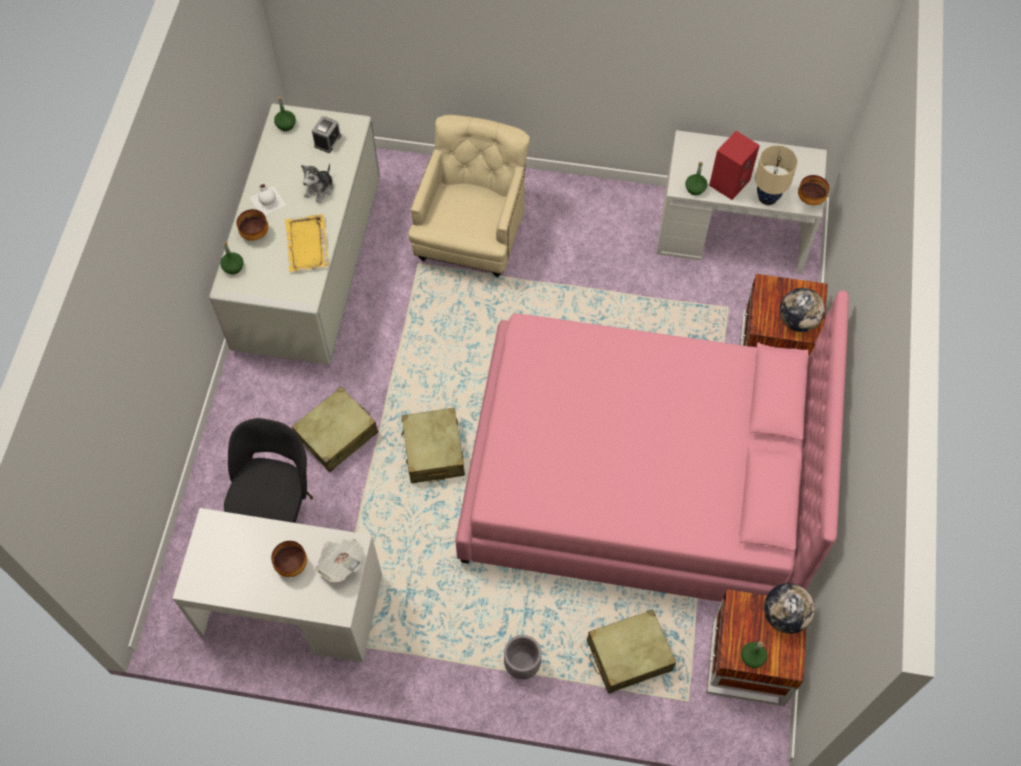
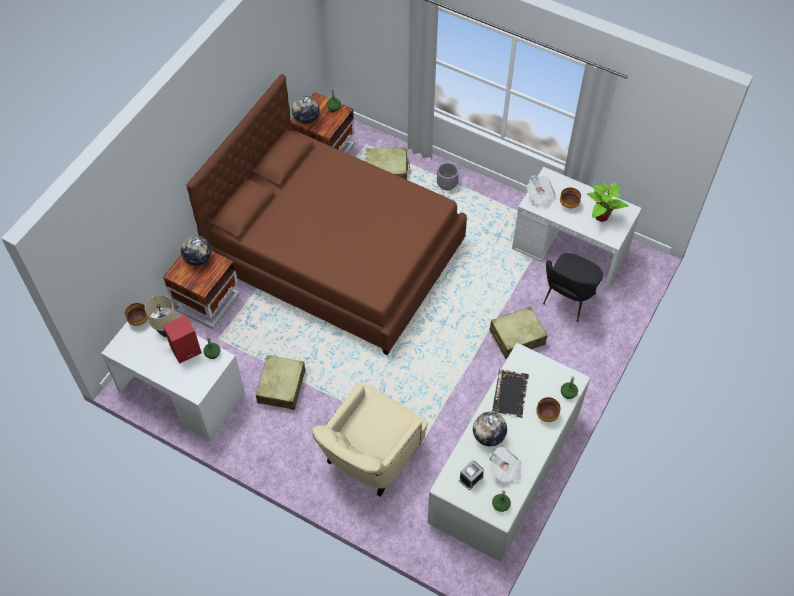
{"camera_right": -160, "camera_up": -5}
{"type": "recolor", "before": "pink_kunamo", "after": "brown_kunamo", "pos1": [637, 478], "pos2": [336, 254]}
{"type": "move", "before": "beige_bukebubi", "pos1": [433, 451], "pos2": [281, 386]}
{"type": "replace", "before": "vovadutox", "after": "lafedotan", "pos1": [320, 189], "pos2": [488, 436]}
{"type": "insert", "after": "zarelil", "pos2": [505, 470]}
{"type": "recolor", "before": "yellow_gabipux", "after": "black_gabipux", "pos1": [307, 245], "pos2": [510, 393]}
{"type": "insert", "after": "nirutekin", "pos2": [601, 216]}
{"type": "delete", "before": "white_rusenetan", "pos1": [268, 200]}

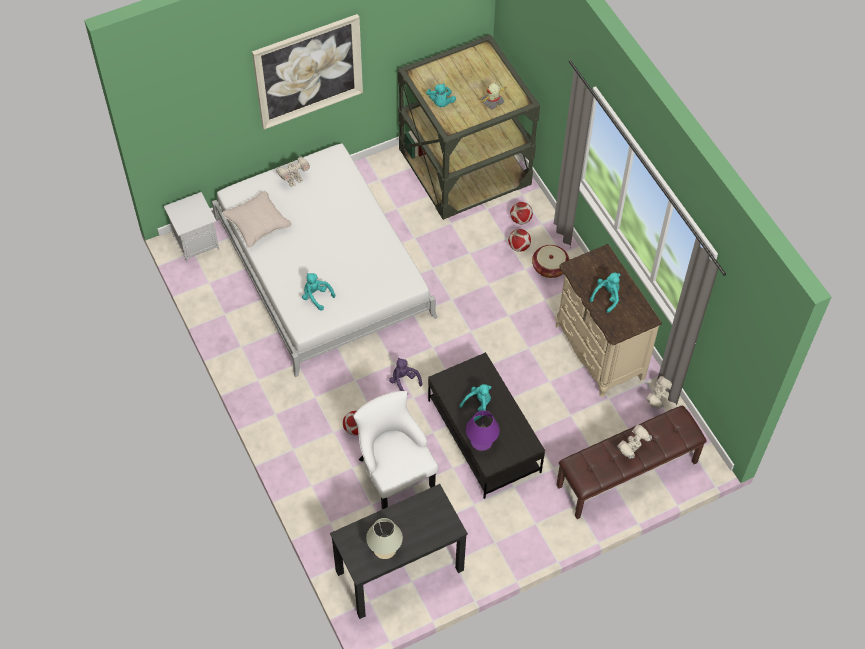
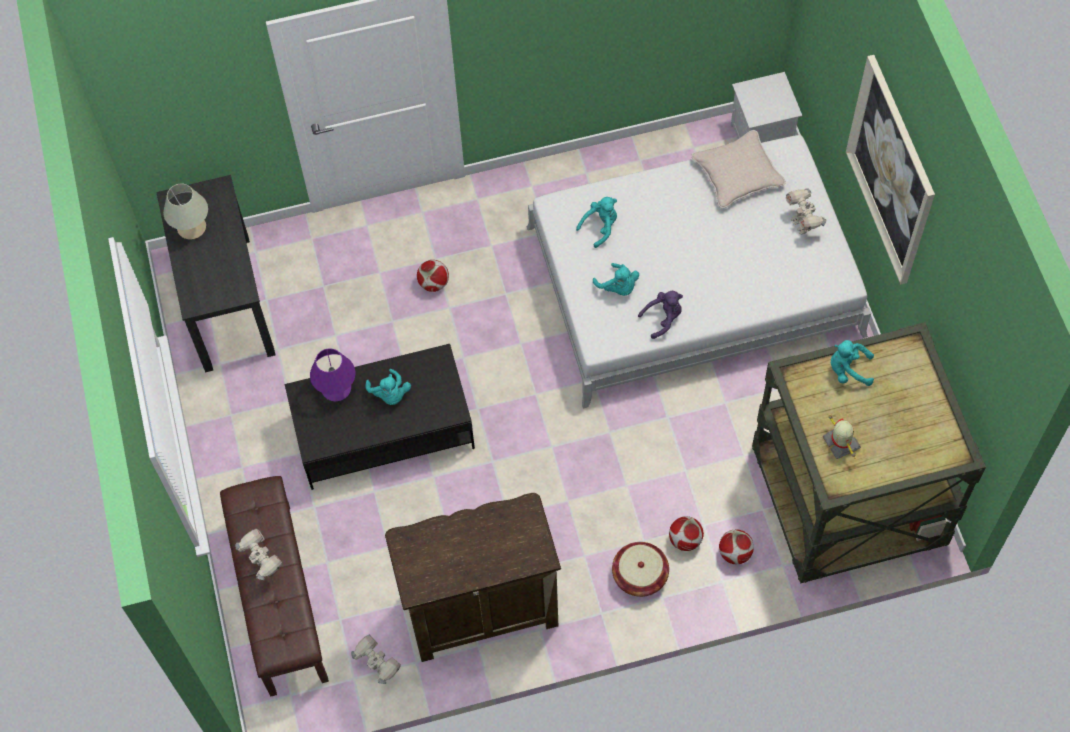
{"camera_right": 105, "camera_up": 5}
{"type": "move", "before": "turquoise_vovadutox", "pos1": [607, 297], "pos2": [618, 287]}
{"type": "move", "before": "purple_vovadutox", "pos1": [404, 381], "pos2": [663, 318]}
{"type": "delete", "before": "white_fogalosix", "pos1": [395, 475]}

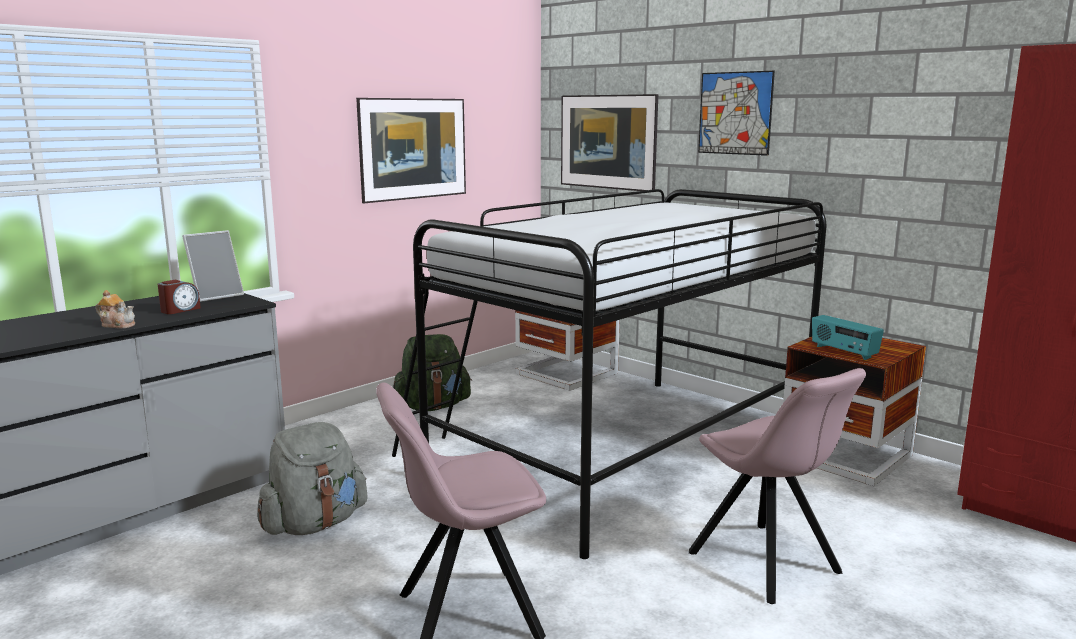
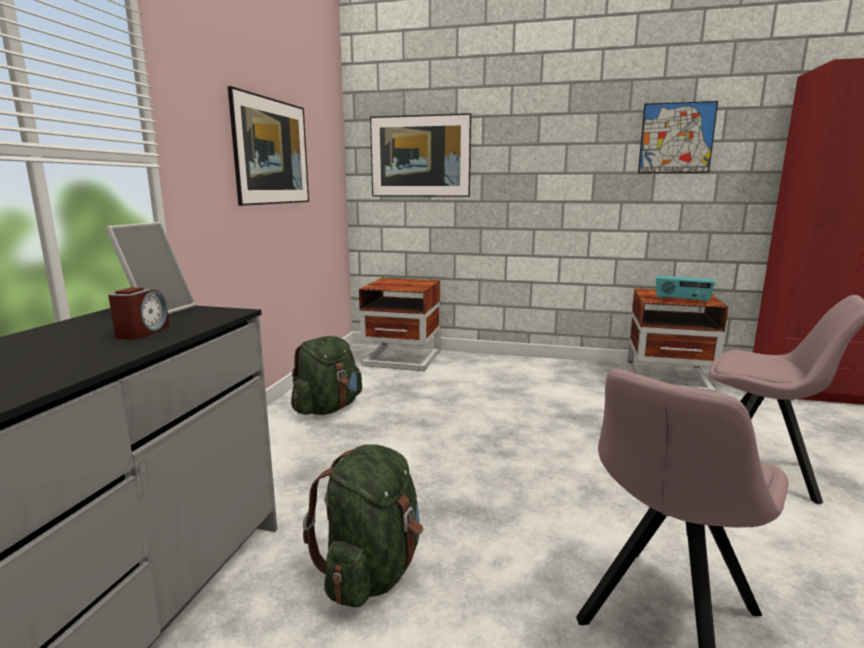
{"camera_right": -30, "camera_up": 0}
{"type": "recolor", "before": "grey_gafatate", "after": "green_gafatate", "pos1": [315, 524], "pos2": [372, 571]}
{"type": "move", "before": "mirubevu", "pos1": [735, 113], "pos2": [676, 138]}
{"type": "delete", "before": "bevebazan", "pos1": [118, 325]}
{"type": "delete", "before": "black_kunamo", "pos1": [623, 451]}

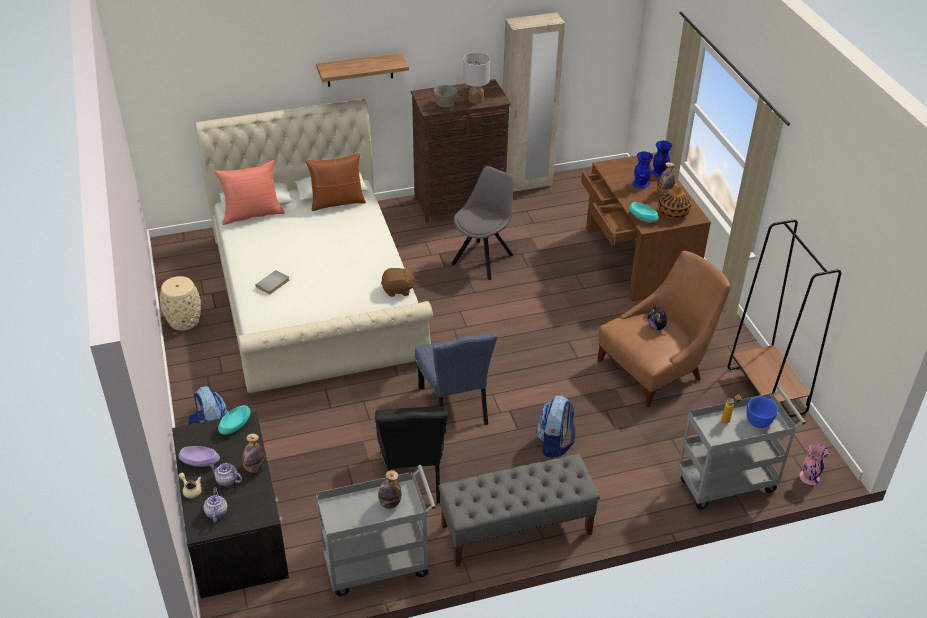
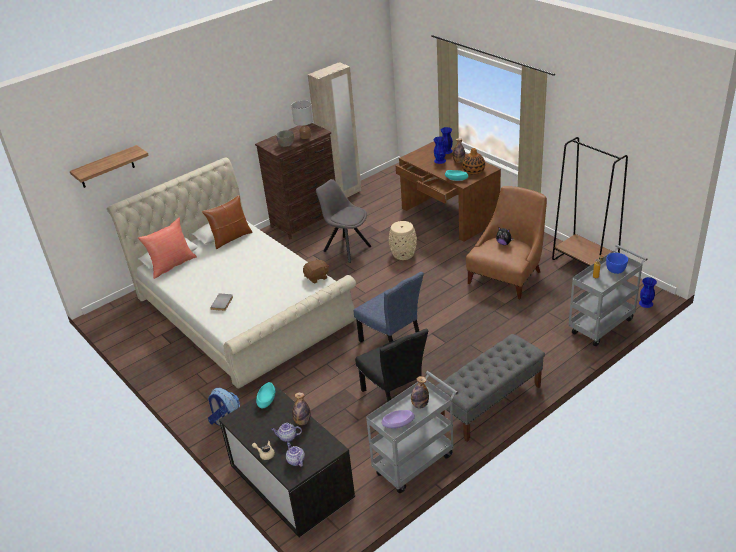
{"camera_right": -20, "camera_up": -5}
{"type": "move", "before": "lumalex", "pos1": [360, 70], "pos2": [106, 167]}
{"type": "rotate", "before": "grey_fogalosix", "pos1": [483, 259], "pos2": [346, 249], "turn": -60}
{"type": "move", "before": "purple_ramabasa", "pos1": [200, 462], "pos2": [398, 424]}
{"type": "move", "before": "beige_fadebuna", "pos1": [184, 321], "pos2": [403, 254]}
{"type": "recolor", "before": "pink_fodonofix", "after": "blue_fodonofix", "pos1": [809, 477], "pos2": [646, 303]}
{"type": "delete", "before": "gafatate", "pos1": [555, 443]}

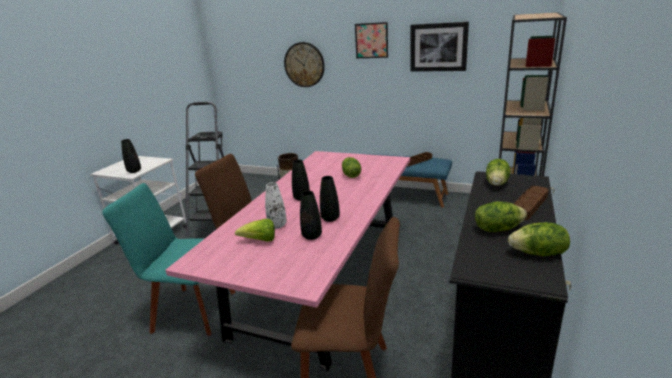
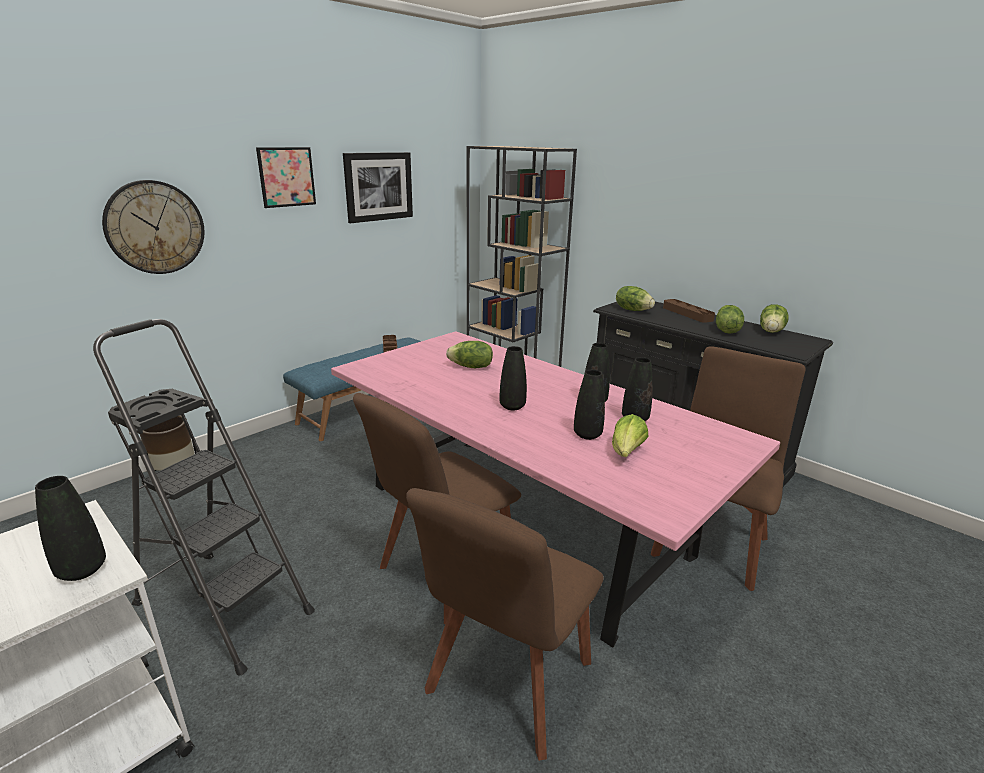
{"camera_right": -70, "camera_up": 0}
{"type": "recolor", "before": "turquoise_fogalosix", "after": "brown_fogalosix", "pos1": [190, 310], "pos2": [506, 684]}
{"type": "recolor", "before": "white_fodonofix", "after": "black_fodonofix", "pos1": [277, 225], "pos2": [587, 435]}

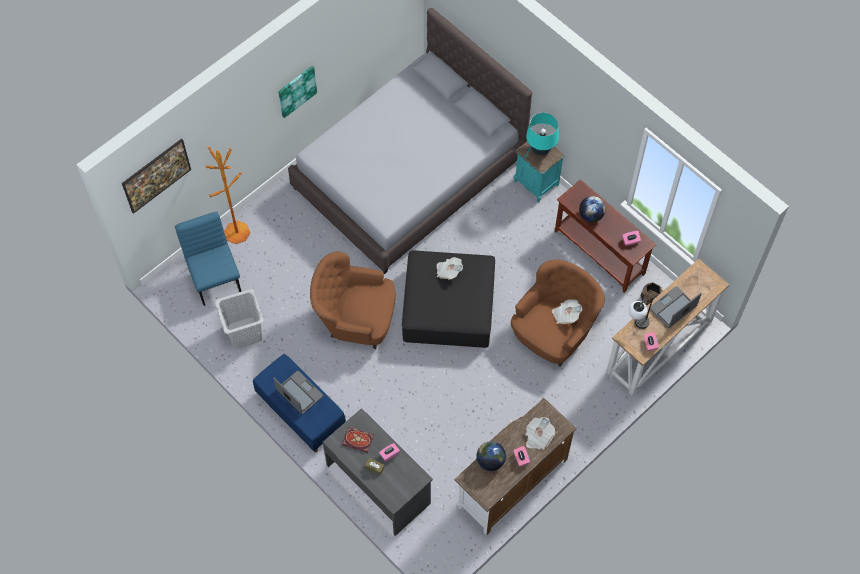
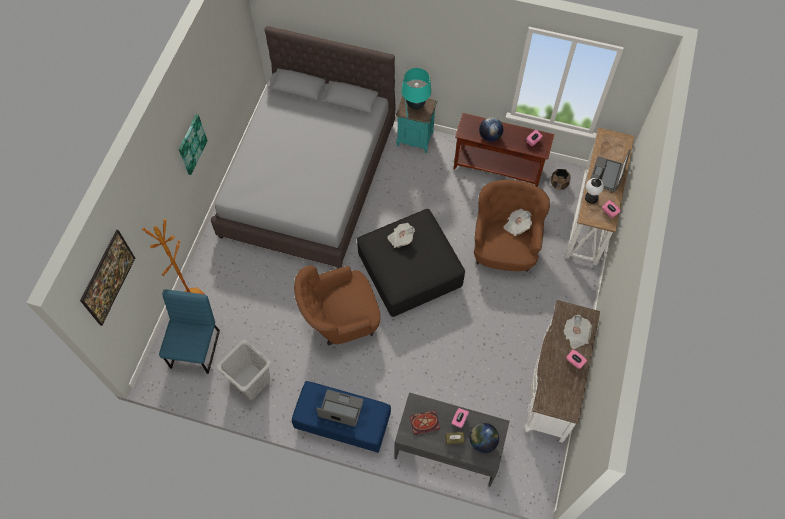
{"camera_right": -30, "camera_up": 0}
{"type": "rotate", "before": "blue_fogalosix", "pos1": [215, 277], "pos2": [196, 347], "turn": 60}
{"type": "move", "before": "lafedotan", "pos1": [490, 461], "pos2": [482, 441]}

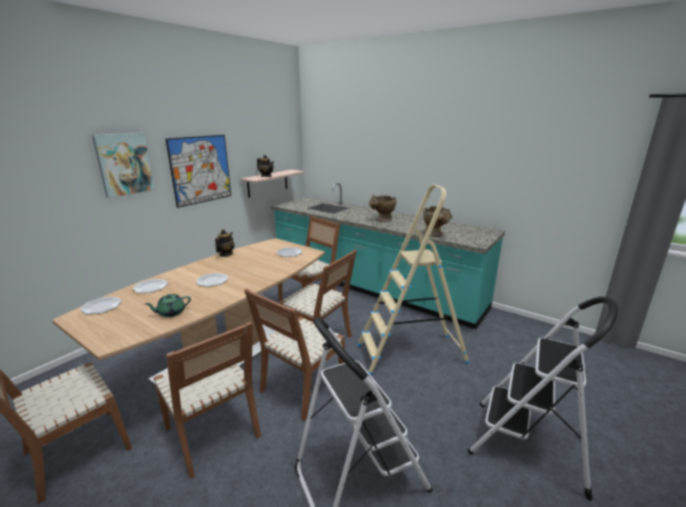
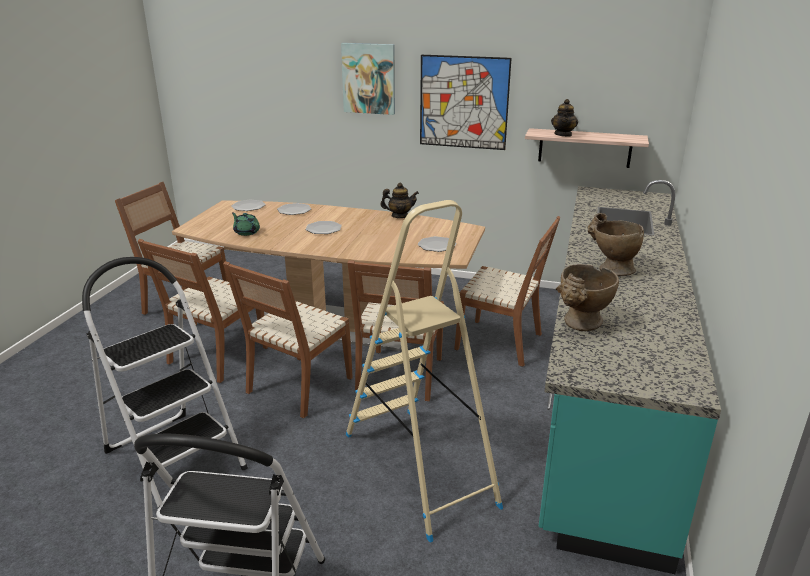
{"camera_right": 70, "camera_up": 5}
{"type": "rotate", "before": "fogalosix", "pos1": [300, 389], "pos2": [297, 388], "turn": -75}

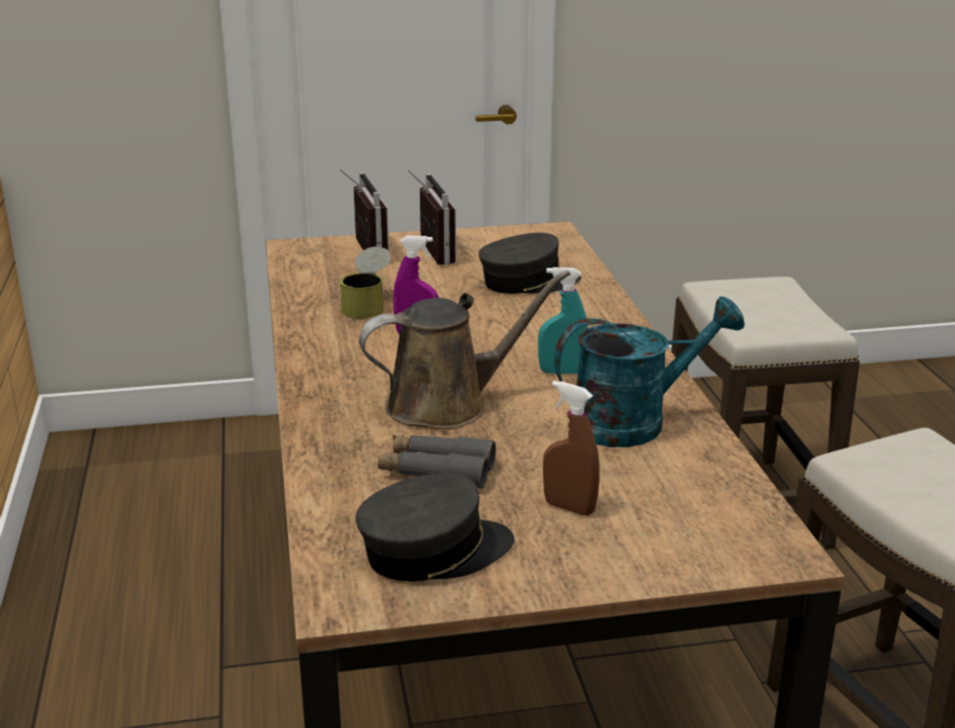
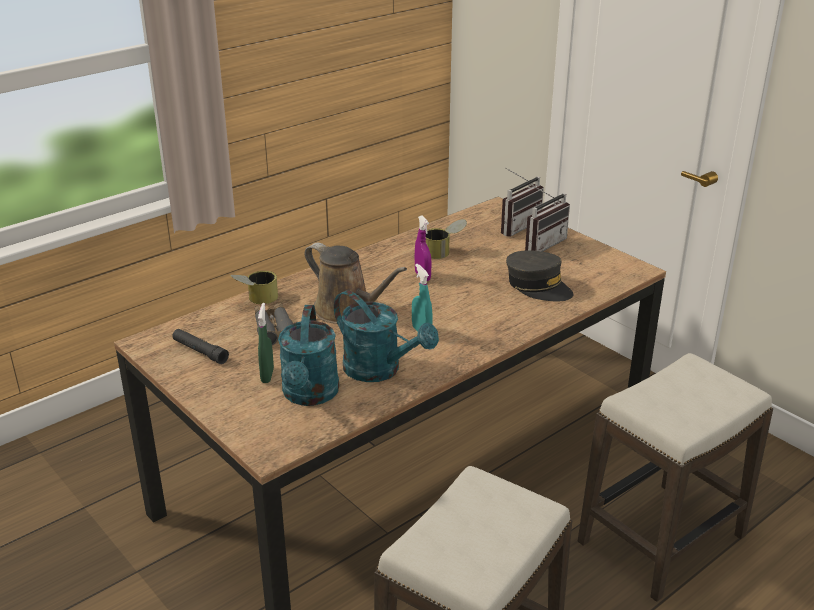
{"camera_right": 60, "camera_up": 5}
{"type": "replace", "before": "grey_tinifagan", "after": "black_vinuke", "pos1": [434, 551], "pos2": [200, 351]}
{"type": "insert", "after": "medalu", "pos2": [256, 300]}
{"type": "recolor", "before": "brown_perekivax", "after": "green_perekivax", "pos1": [569, 508], "pos2": [267, 375]}
{"type": "insert", "after": "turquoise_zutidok", "pos2": [309, 395]}

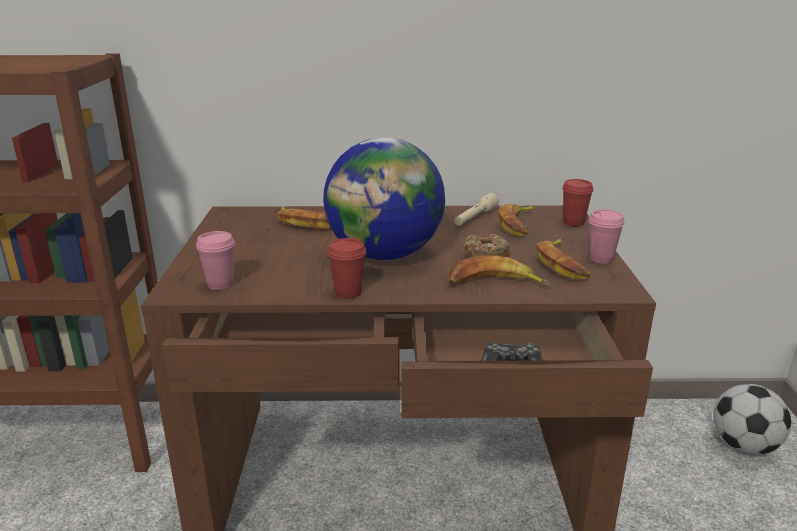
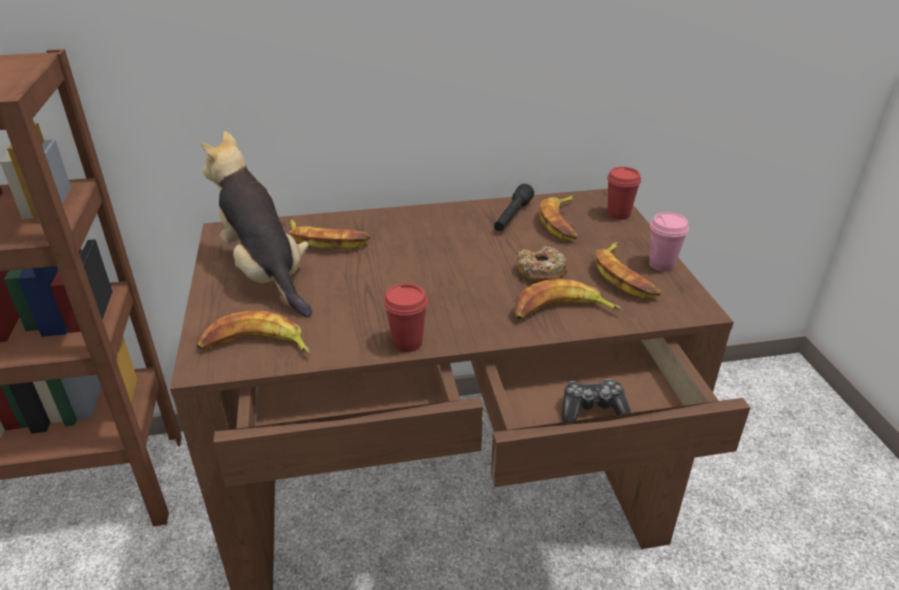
{"camera_right": -10, "camera_up": 10}
{"type": "replace", "before": "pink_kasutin", "after": "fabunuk", "pos1": [220, 284], "pos2": [255, 346]}
{"type": "insert", "after": "vovadutox", "pos2": [266, 274]}
{"type": "recolor", "before": "beige_vinuke", "after": "black_vinuke", "pos1": [475, 218], "pos2": [512, 217]}
{"type": "delete", "before": "lafedotan", "pos1": [385, 255]}
{"type": "delete", "before": "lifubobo", "pos1": [743, 446]}

